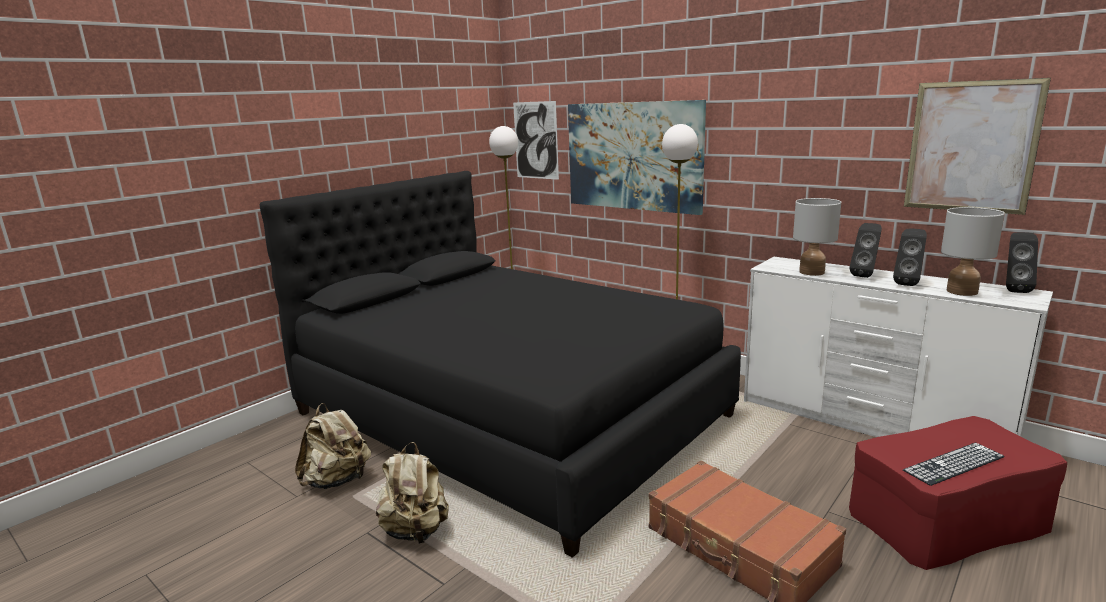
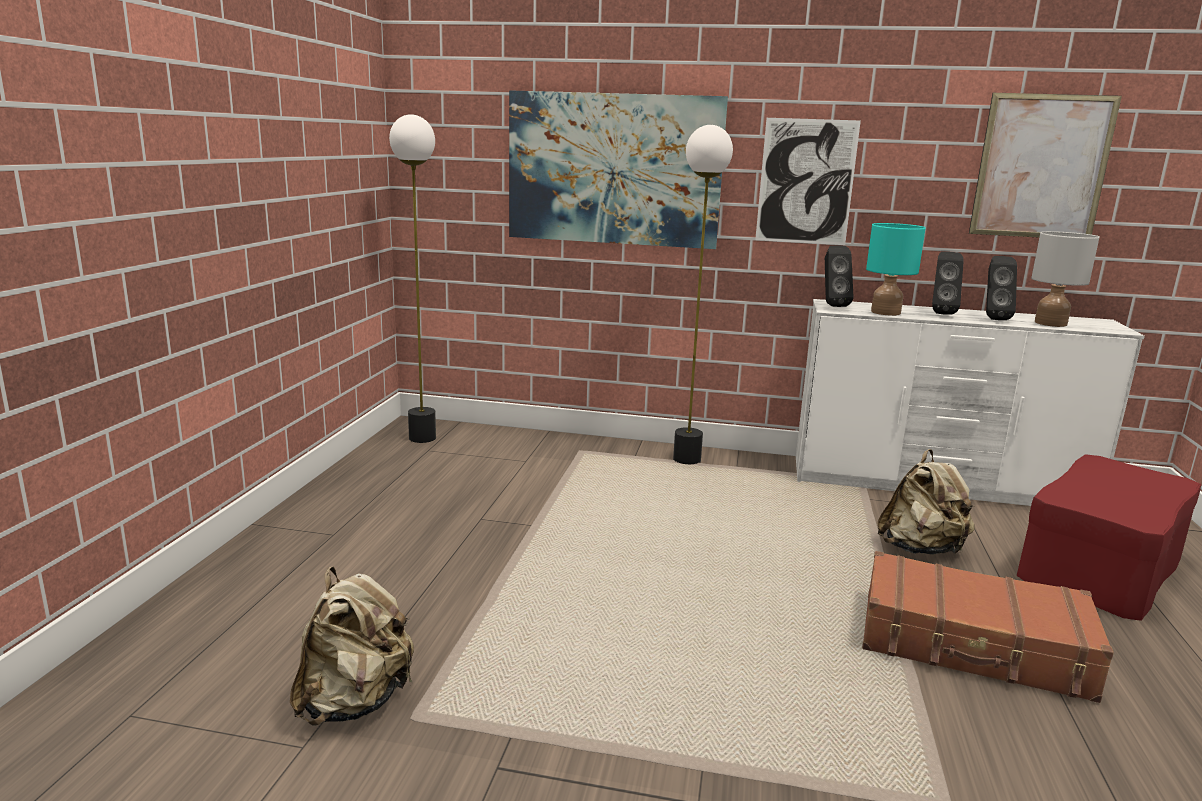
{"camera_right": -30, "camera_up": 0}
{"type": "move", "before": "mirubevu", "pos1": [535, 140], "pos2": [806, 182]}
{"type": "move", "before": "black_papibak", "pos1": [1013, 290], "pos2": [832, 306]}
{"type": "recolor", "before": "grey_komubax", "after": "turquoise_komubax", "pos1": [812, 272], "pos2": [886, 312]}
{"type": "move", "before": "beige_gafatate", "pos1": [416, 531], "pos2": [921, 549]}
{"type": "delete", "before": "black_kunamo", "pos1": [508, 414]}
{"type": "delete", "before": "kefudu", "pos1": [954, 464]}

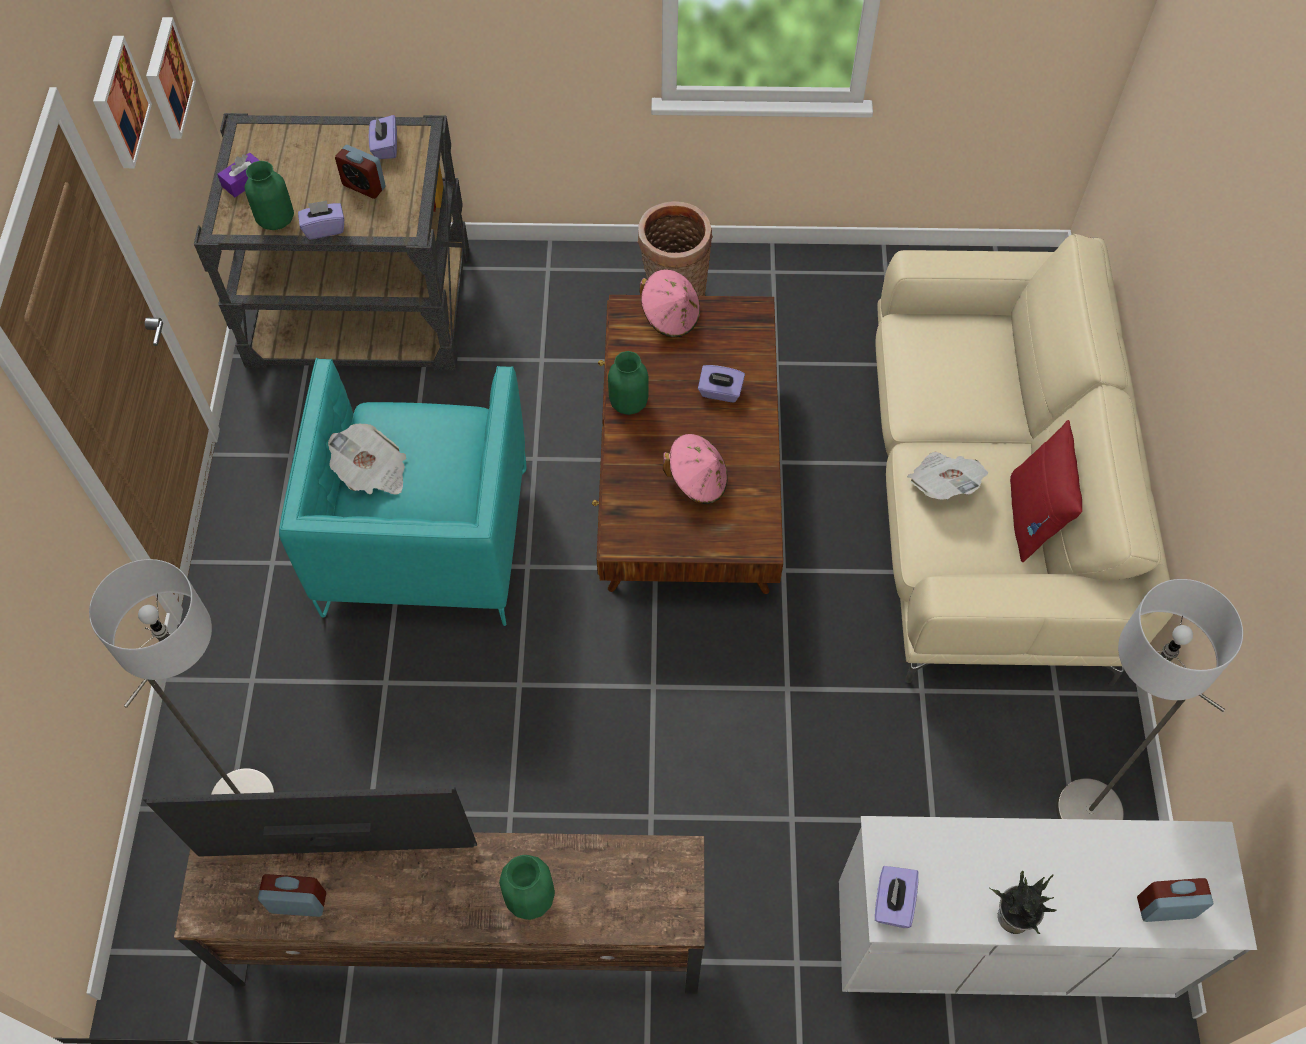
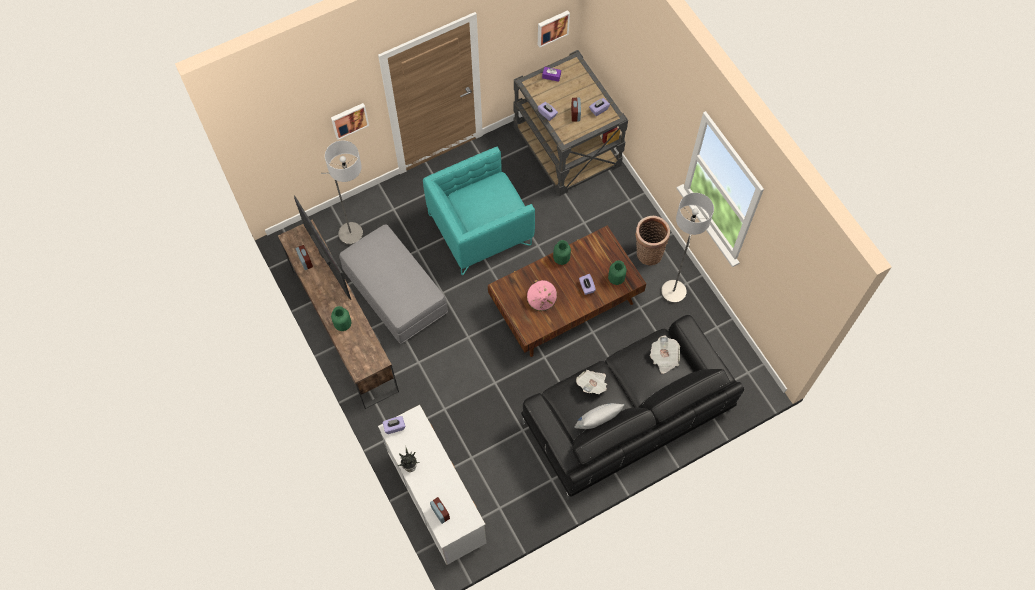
{"camera_right": 60, "camera_up": 5}
{"type": "move", "before": "mirubevu", "pos1": [118, 102], "pos2": [349, 120]}
{"type": "insert", "after": "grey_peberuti", "pos2": [395, 292]}
{"type": "recolor", "before": "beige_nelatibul", "after": "black_nelatibul", "pos1": [985, 496], "pos2": [626, 416]}
{"type": "recolor", "before": "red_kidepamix", "after": "grey_kidepamix", "pos1": [1032, 517], "pos2": [597, 423]}
{"type": "move", "before": "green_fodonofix", "pos1": [276, 219], "pos2": [616, 278]}
{"type": "move", "before": "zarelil", "pos1": [372, 472], "pos2": [664, 358]}
{"type": "move", "before": "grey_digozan", "pos1": [1071, 799], "pos2": [674, 285]}
{"type": "delete", "before": "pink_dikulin", "pos1": [670, 316]}

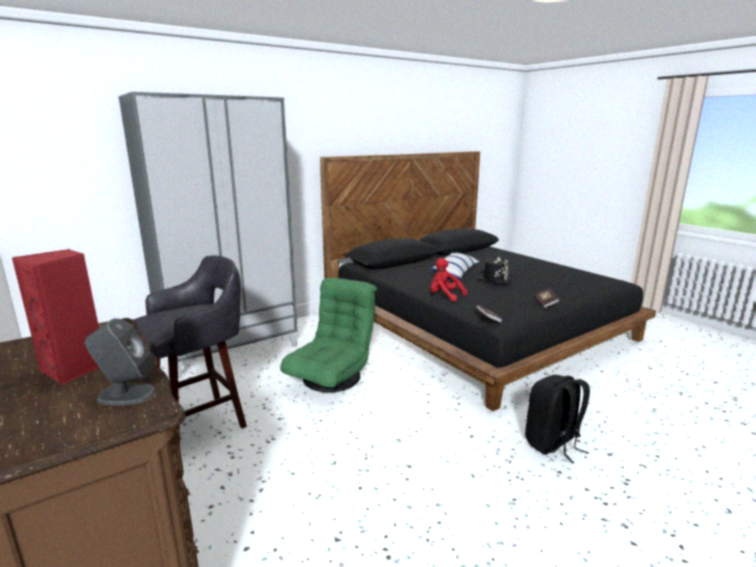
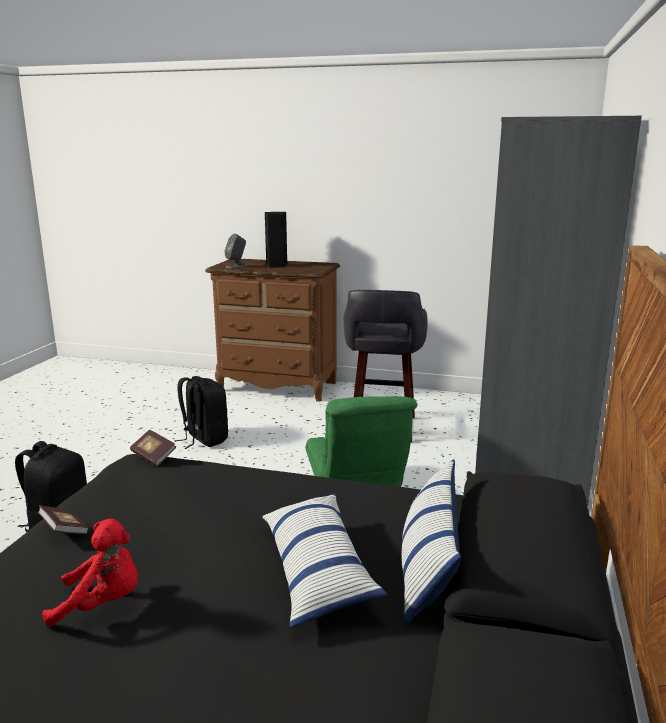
{"camera_right": 140, "camera_up": 0}
{"type": "move", "before": "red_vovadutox", "pos1": [444, 296], "pos2": [102, 604]}
{"type": "insert", "after": "black_gafatate", "pos2": [204, 439]}
{"type": "recolor", "before": "red_papibak", "after": "black_papibak", "pos1": [75, 369], "pos2": [276, 265]}
{"type": "insert", "after": "kidepamix", "pos2": [427, 566]}
{"type": "delete", "before": "black_dikulin", "pos1": [494, 279]}

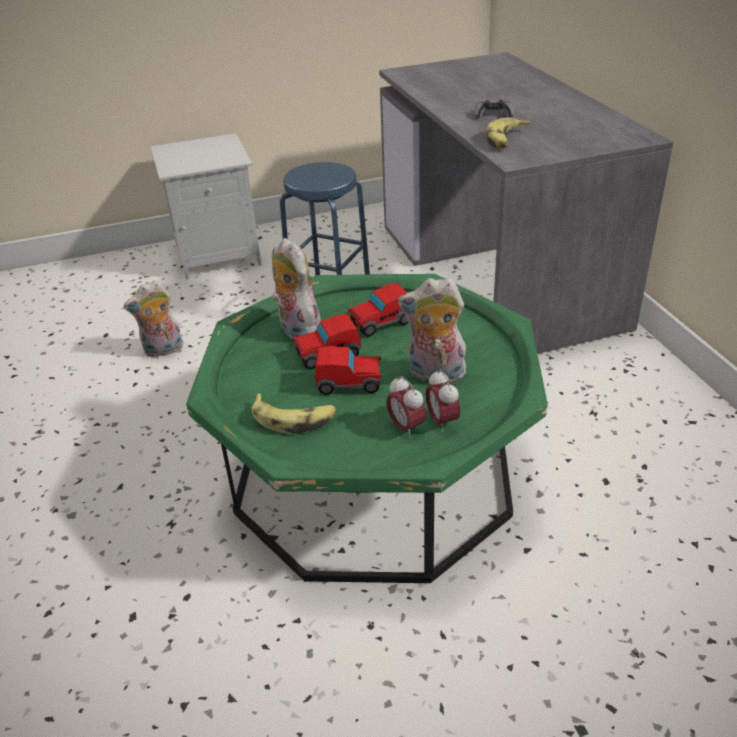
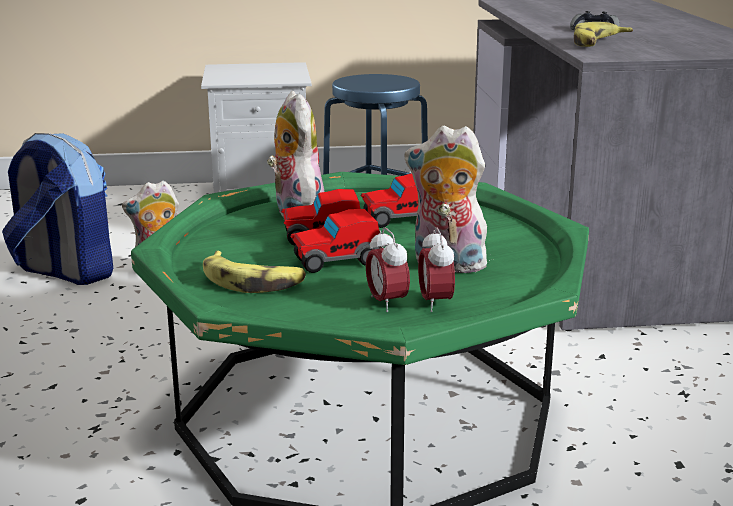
{"camera_right": 10, "camera_up": -15}
{"type": "insert", "after": "gafatate", "pos2": [65, 272]}
{"type": "rotate", "before": "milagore", "pos1": [349, 384], "pos2": [335, 261], "turn": 150}

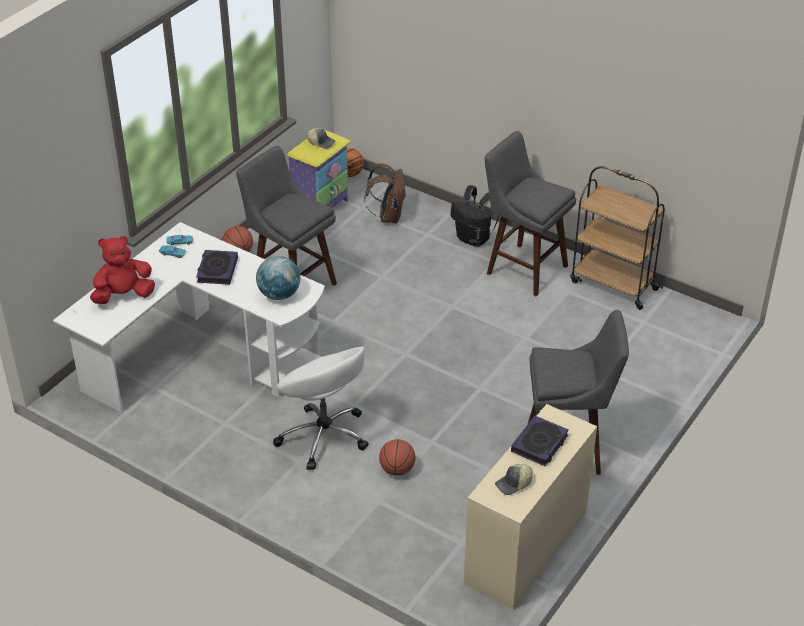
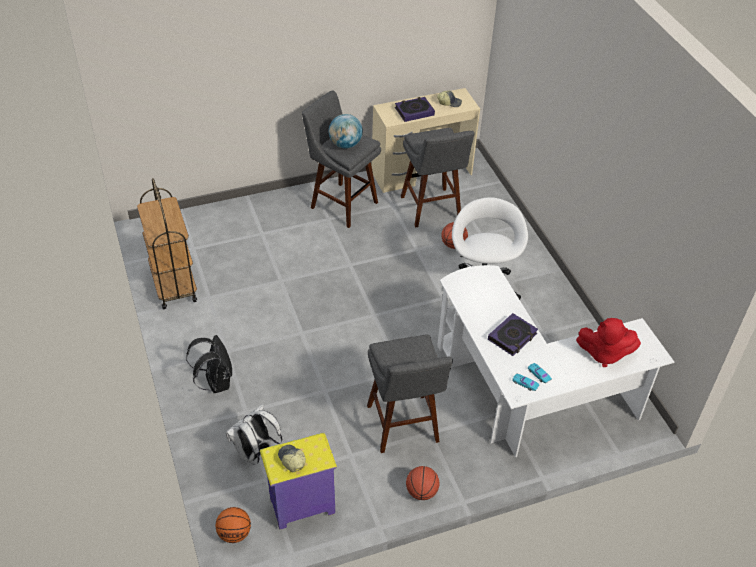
{"camera_right": -145, "camera_up": 5}
{"type": "recolor", "before": "brown_gafatate", "after": "white_gafatate", "pos1": [388, 216], "pos2": [255, 452]}
{"type": "move", "before": "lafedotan", "pos1": [279, 294], "pos2": [345, 144]}
{"type": "move", "before": "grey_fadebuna", "pos1": [523, 268], "pos2": [431, 210]}

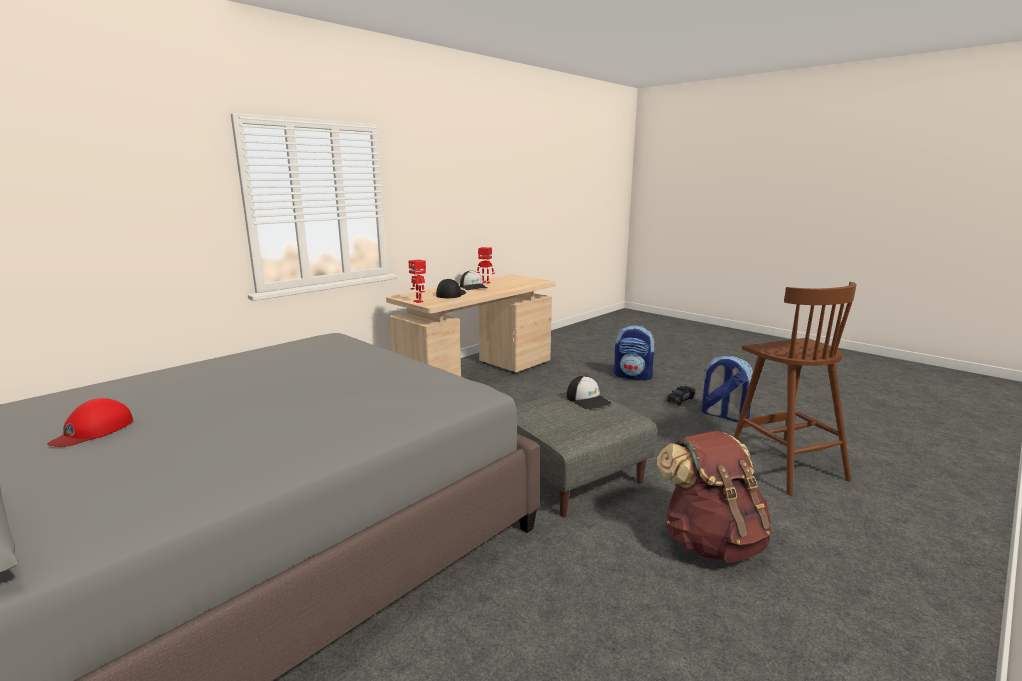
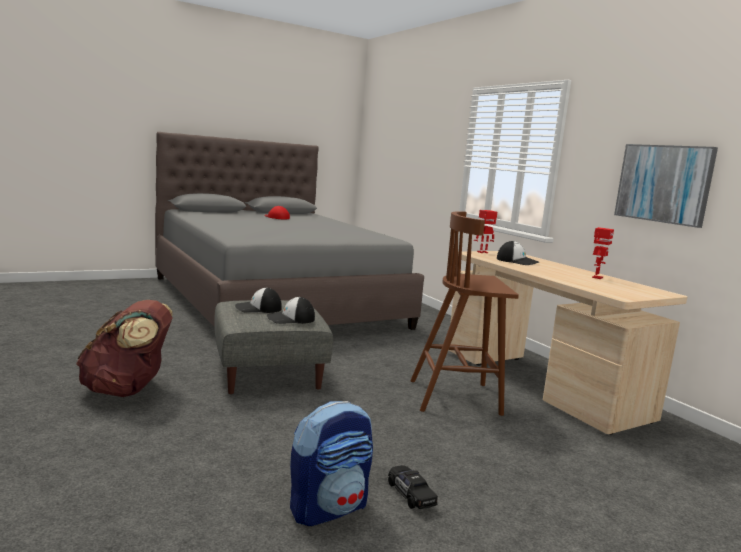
{"camera_right": 105, "camera_up": -5}
{"type": "move", "before": "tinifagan", "pos1": [474, 287], "pos2": [258, 308]}
{"type": "move", "before": "brown_fadebuna", "pos1": [783, 465], "pos2": [458, 397]}
{"type": "insert", "after": "mirubevu", "pos2": [663, 184]}
{"type": "delete", "before": "gafatate", "pos1": [633, 376]}

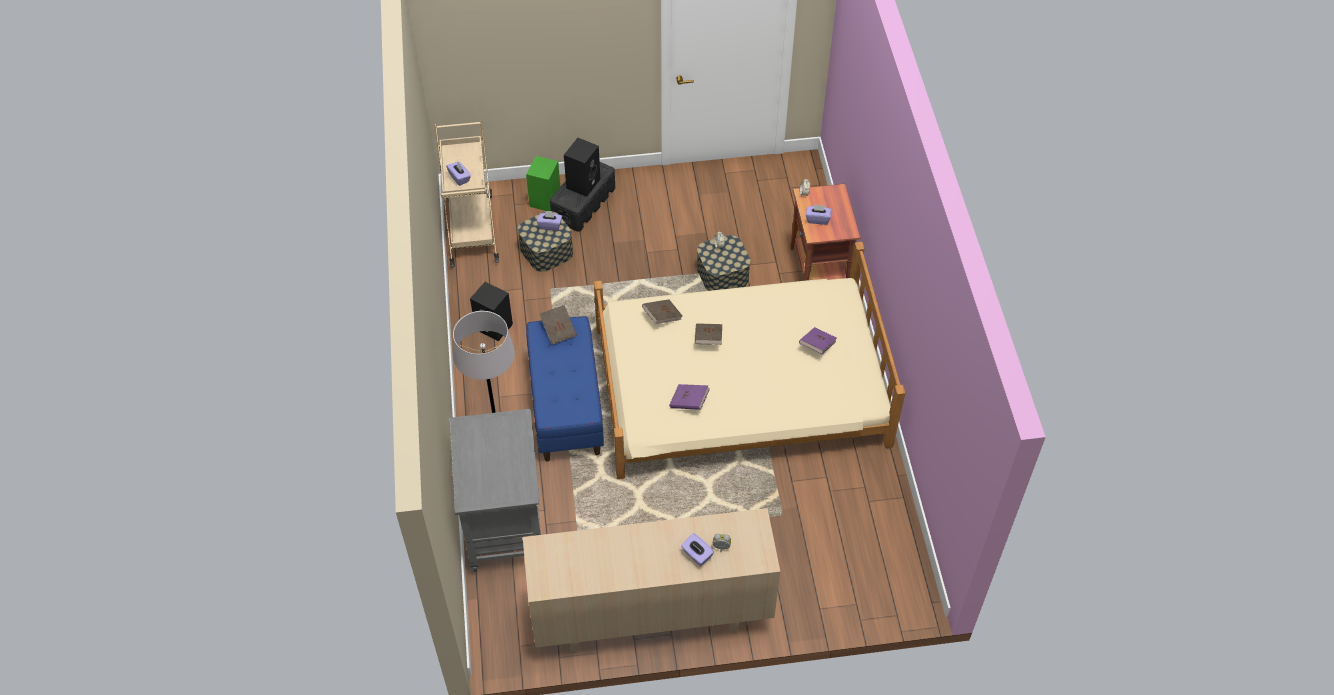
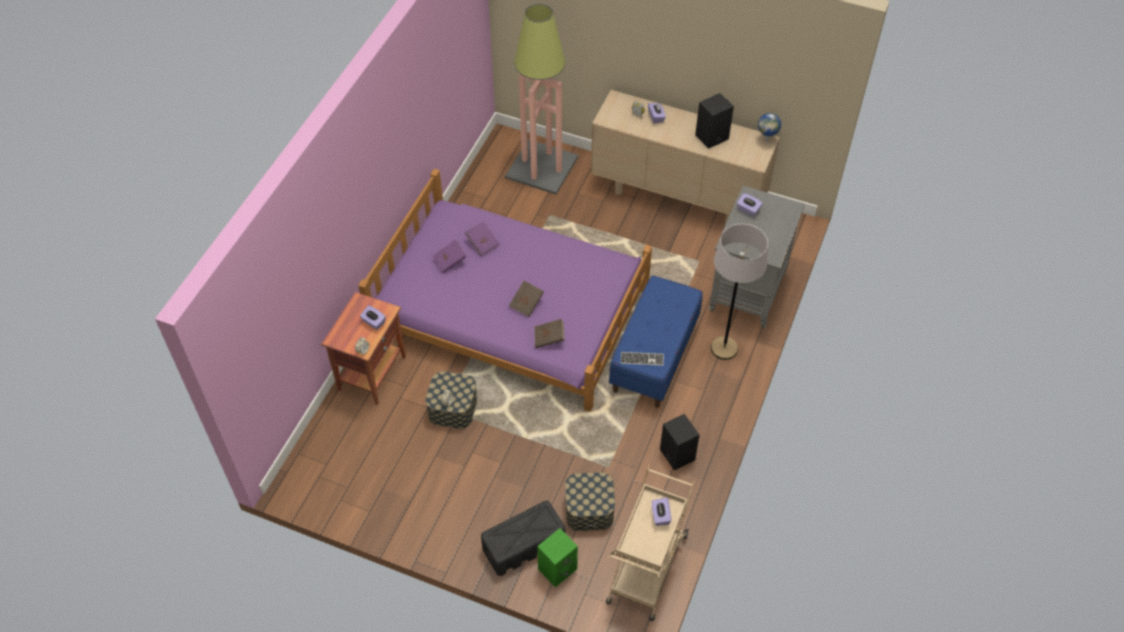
{"camera_right": -150, "camera_up": 0}
{"type": "recolor", "before": "beige_kunamo", "after": "purple_kunamo", "pos1": [739, 386], "pos2": [512, 311]}
{"type": "move", "before": "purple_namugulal", "pos1": [689, 402], "pos2": [482, 243]}
{"type": "insert", "after": "digozan", "pos2": [542, 167]}
{"type": "replace", "before": "brown_namugulal", "after": "kefudu", "pos1": [558, 330], "pos2": [642, 359]}
{"type": "move", "before": "black_papibak", "pos1": [583, 183], "pos2": [711, 137]}
{"type": "move", "before": "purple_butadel", "pos1": [550, 225], "pos2": [748, 210]}
{"type": "insert", "after": "lafedotan", "pos2": [766, 140]}

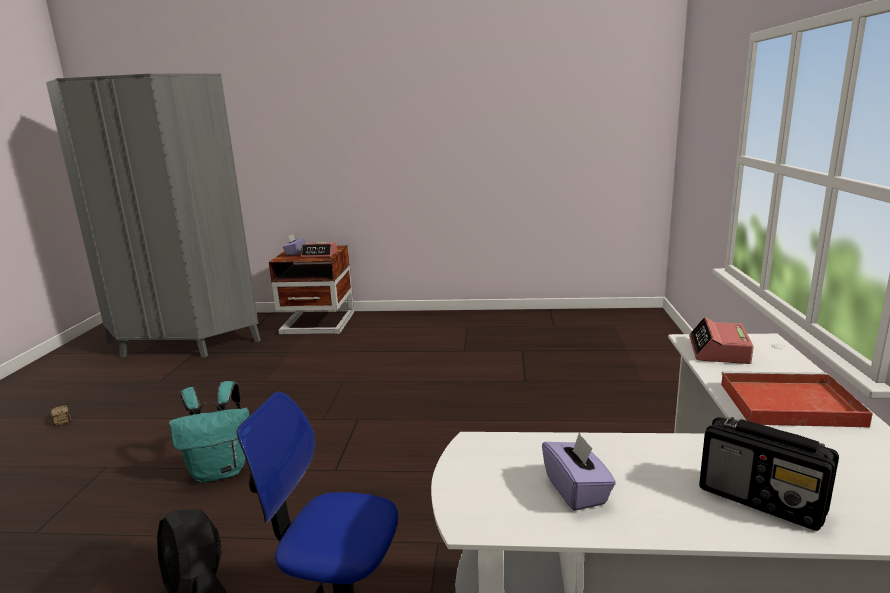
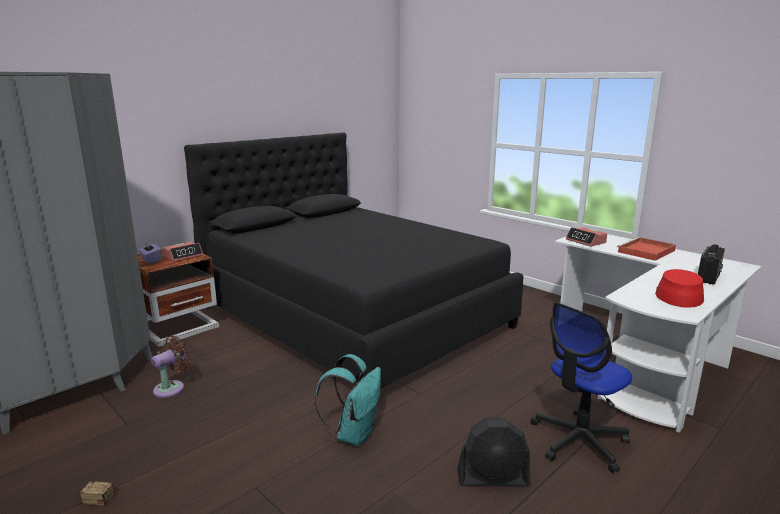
{"camera_right": -50, "camera_up": 0}
{"type": "insert", "after": "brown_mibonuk", "pos2": [172, 388]}
{"type": "insert", "after": "black_kunamo", "pos2": [353, 316]}
{"type": "replace", "before": "purple_butadel", "after": "red_dikulin", "pos1": [576, 490], "pos2": [678, 295]}
{"type": "rotate", "before": "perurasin", "pos1": [762, 500], "pos2": [708, 277], "turn": -45}

